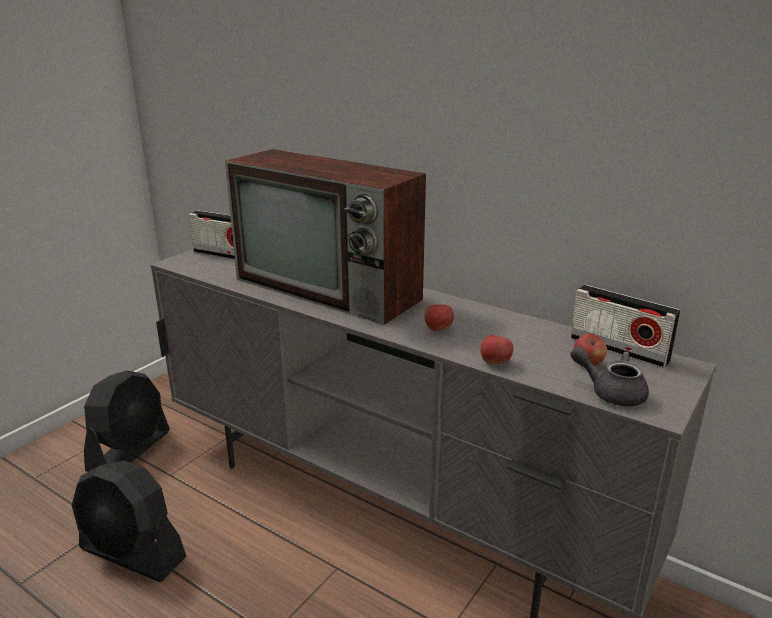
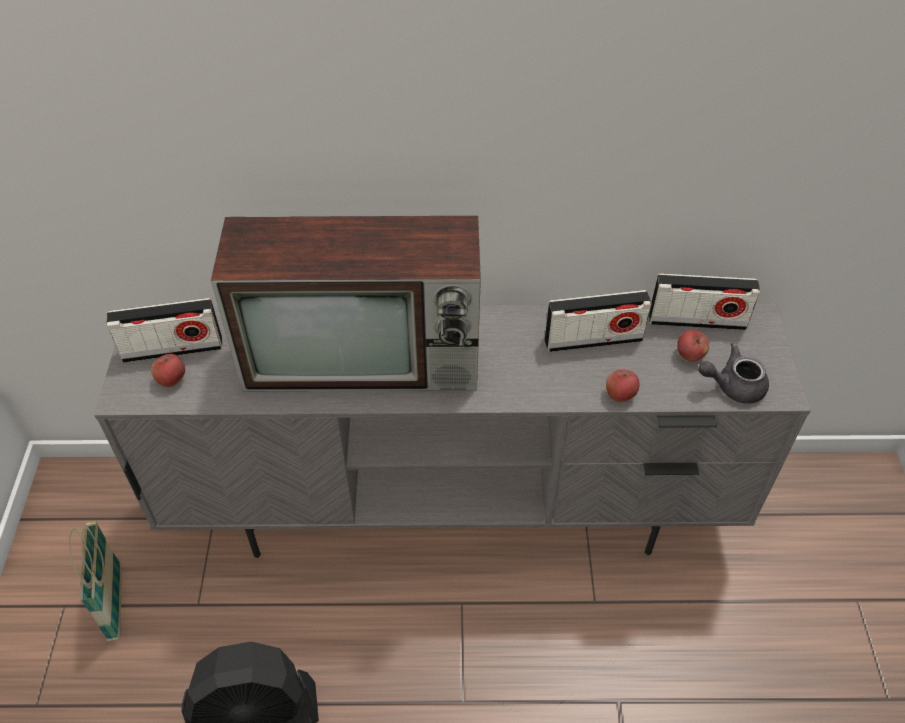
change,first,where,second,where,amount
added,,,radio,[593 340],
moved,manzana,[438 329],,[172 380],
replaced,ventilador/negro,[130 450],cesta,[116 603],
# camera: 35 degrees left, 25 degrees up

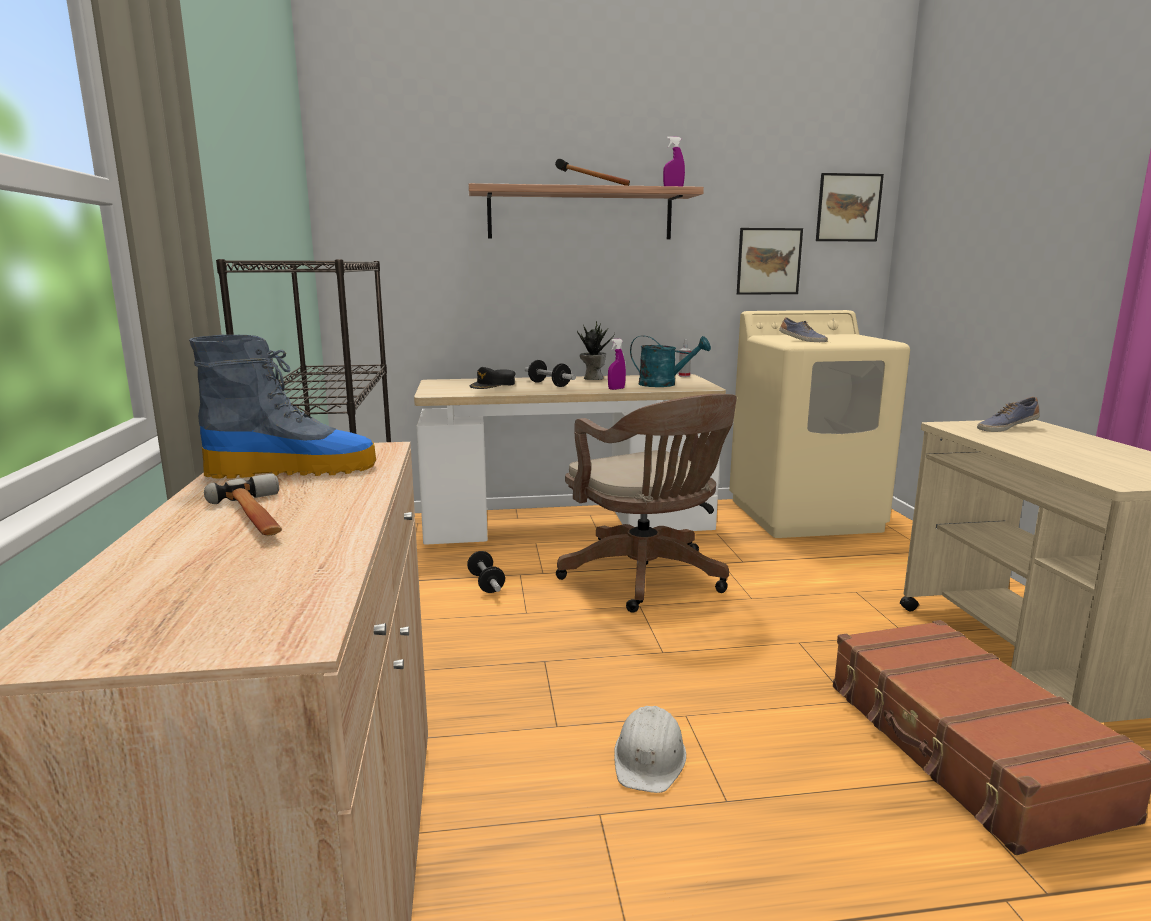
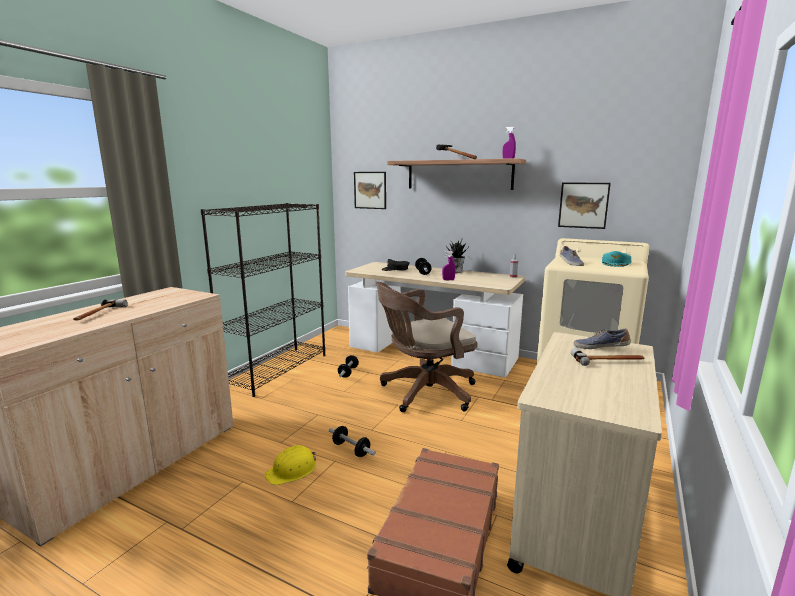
change,first,where,second,where,amount
removed,bota,[294 470],,,
removed,regadera/turquesa,[664 384],,,
added,,,mancuerna,[351 449],
added,,,martillo,[608 361],
added,,,gorra/turquesa,[616 263],
moved,cuadro,[848 207],,[370 190],
recoloured,casco/blanco,[649 758],casco/amarillo,[292 470],
turned,silla de oficina/marrón,[647 578],,[424 393],60 degrees clockwise
# camera: 35 degrees right, 0 degrees up

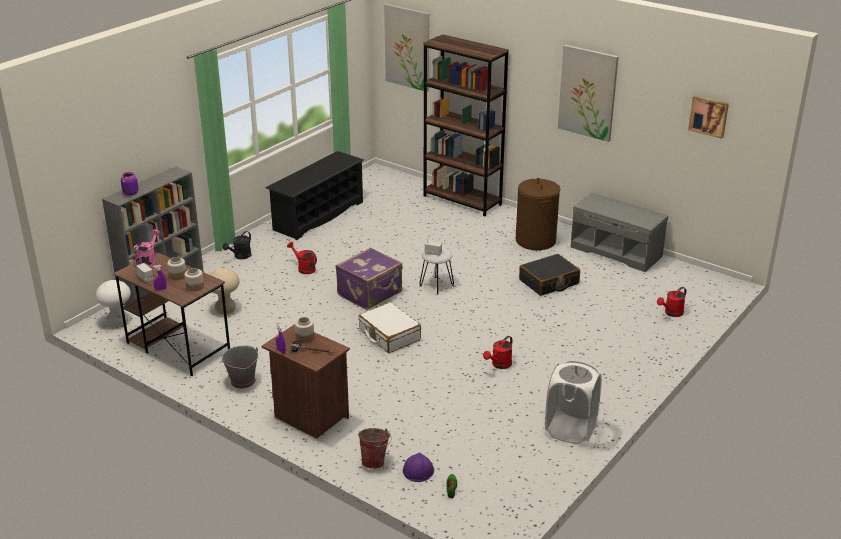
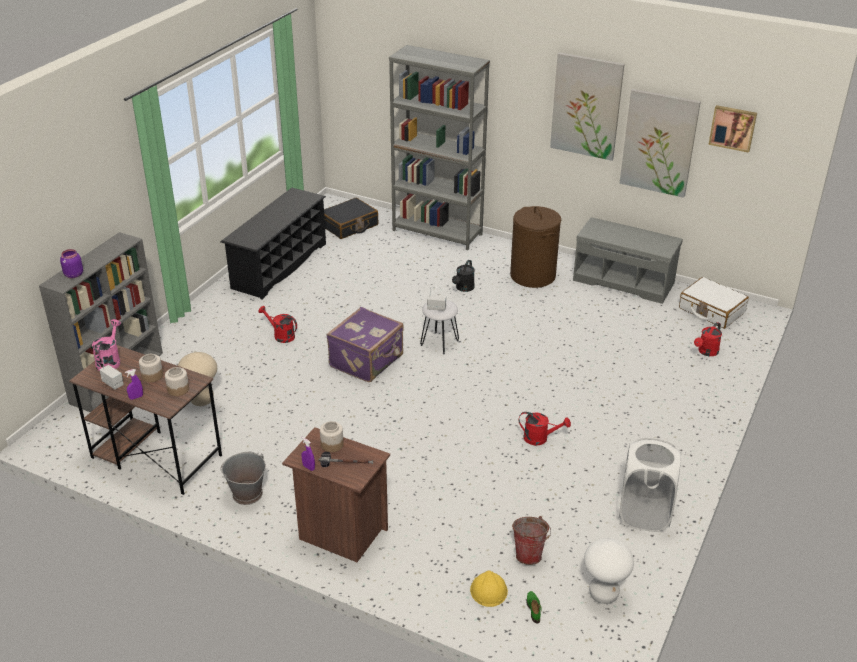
change,first,where,second,where,amount
moved,taburete/blanco,[118 322],,[603 594],
moved,regadera/negro,[240 256],,[463 288],
moved,maleta/blanco,[389 335],,[711 310],
moved,cubo,[375 461],,[529 554],
moved,cuadro,[407 47],,[659 143],
moved,maleta/negro,[549 282],,[349 225],
recoloured,casco/morado,[418 470],casco/amarillo,[488 591],
recoloured,estantería/marrón,[462 200],estantería/gris,[437 232],
turned,regadera/rojo,[499 365],,[540 438],105 degrees counterclockwise
# camera: 10 degrees left, 5 degrees up

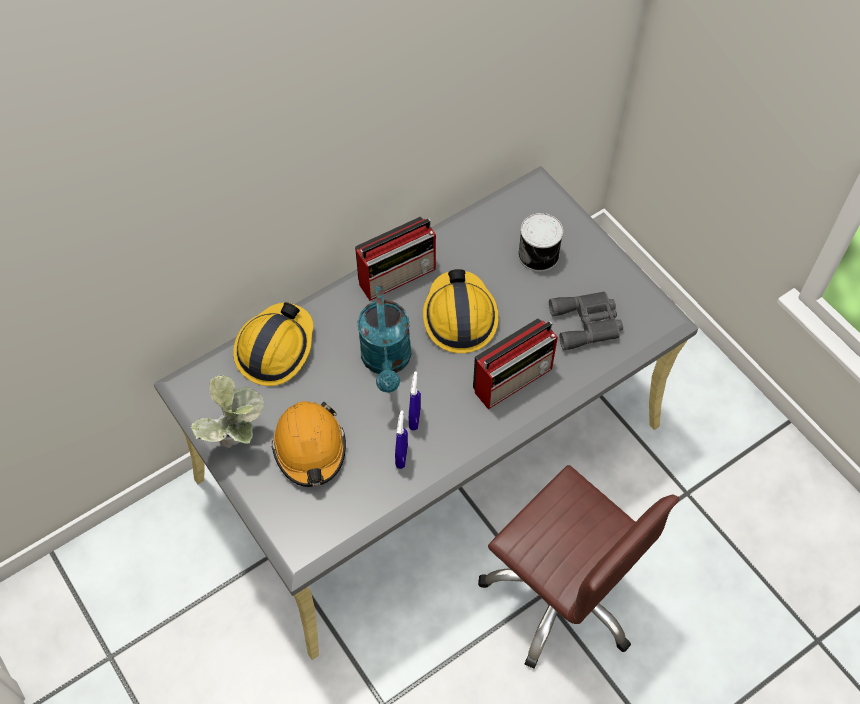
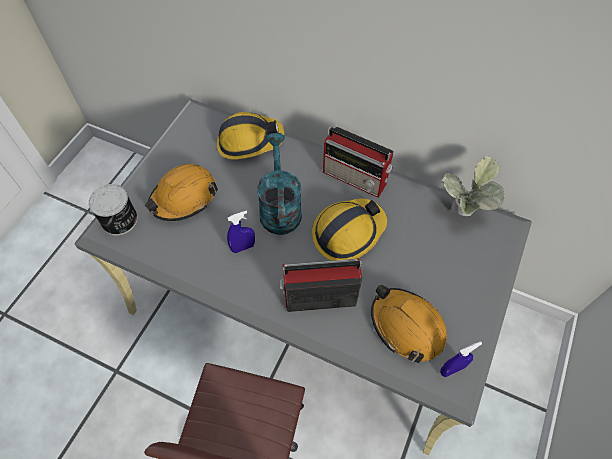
change,first,where,second,where,amount
moved,planta en maceta,[238 441],,[461 215],
moved,pulverizador/azul,[401 456],,[452 369],
moved,lata,[539 254],,[120 220],
replaced,prismáticos/gris,[587 323],casco/naranja,[407 326],
turned,regadera/turquesa,[387 362],,[279 207],120 degrees clockwise
turned,radio,[514 378],,[318 297],150 degrees clockwise
# camera: 60 degrees right, 0 degrees up

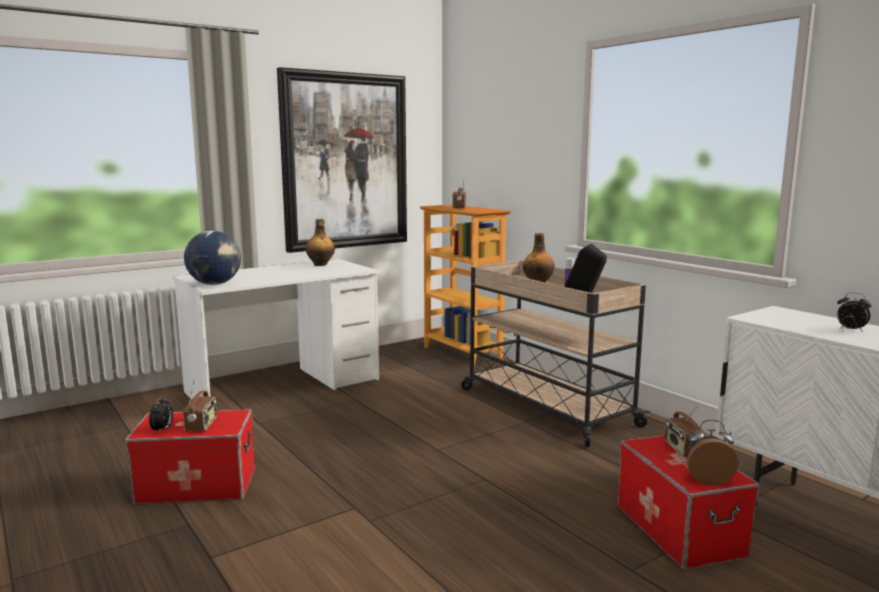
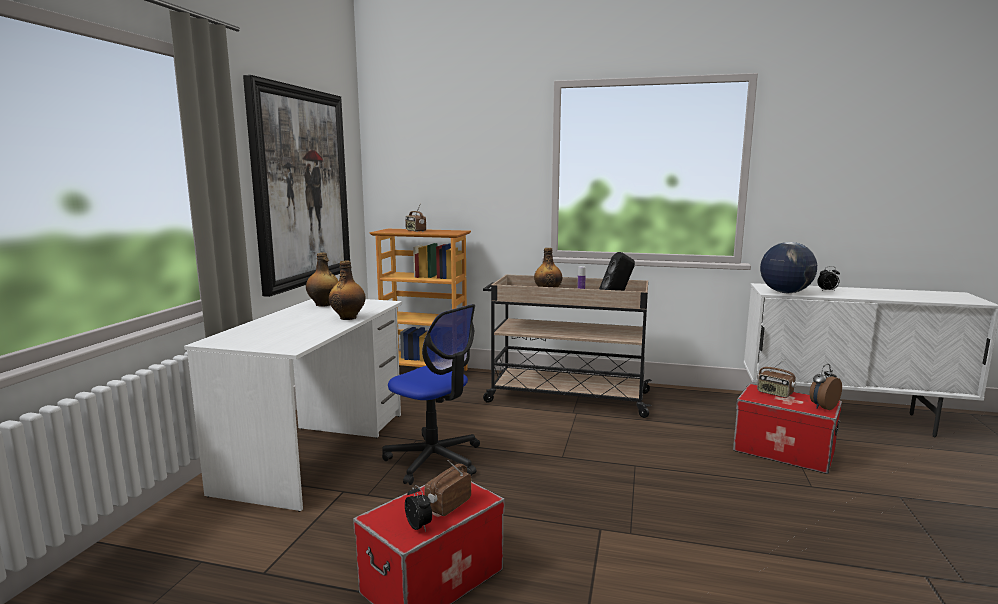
change,first,where,second,where,amount
added,,,botella,[348 317],
added,,,silla de oficina,[434 460],
moved,globo terráqueo,[215 284],,[785 292],
turned,radio,[202 425],,[447 505],105 degrees counterclockwise
# camera: 40 degrees left, 0 degrees up

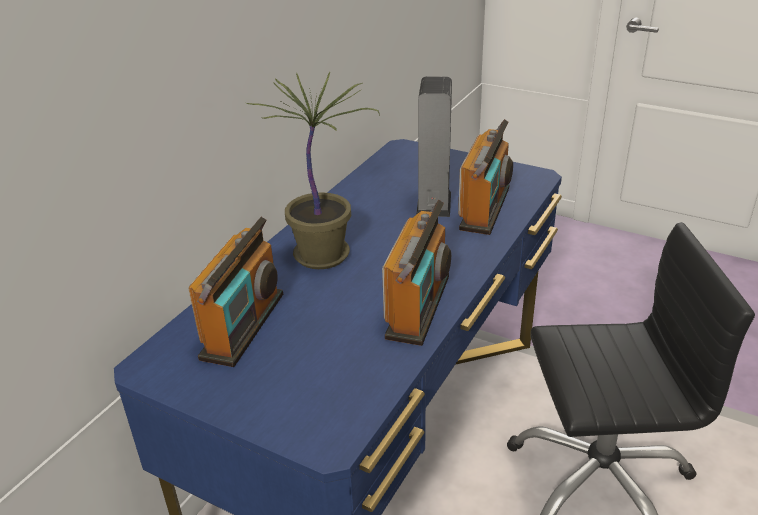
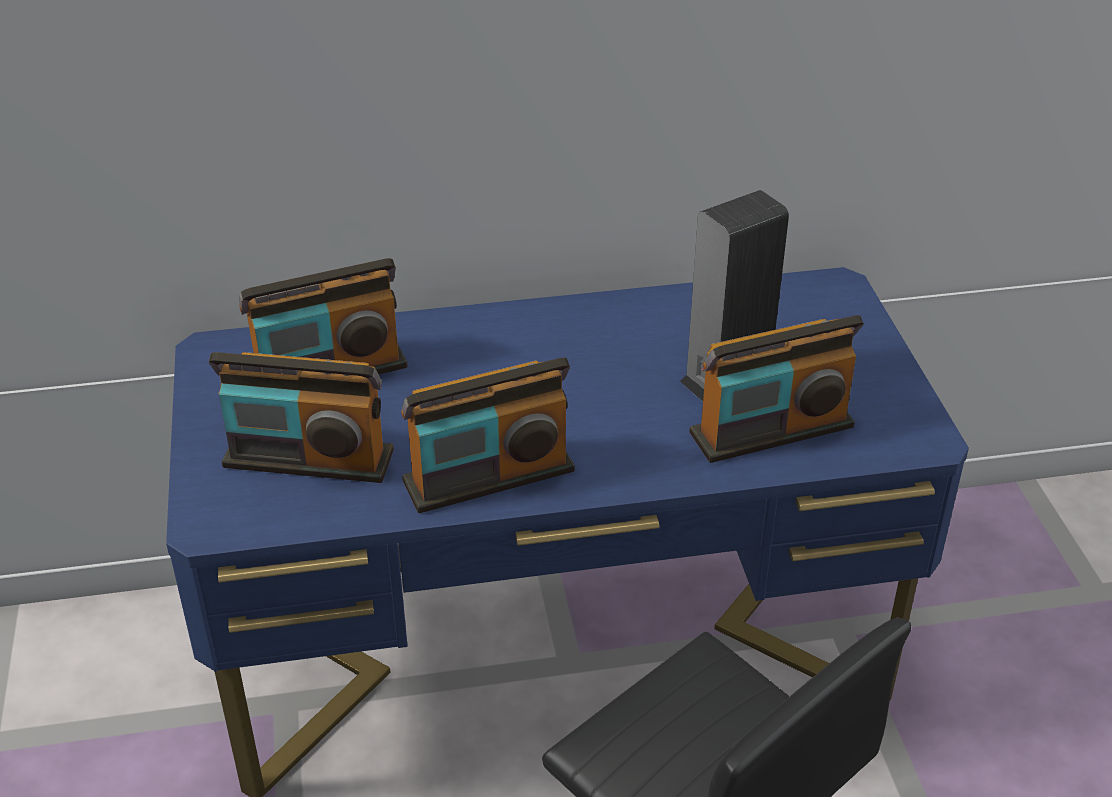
change,first,where,second,where,amount
removed,planta en maceta,[324 255],,,
added,,,radio,[308 459],
# camera: 50 degrees right, 5 degrees up

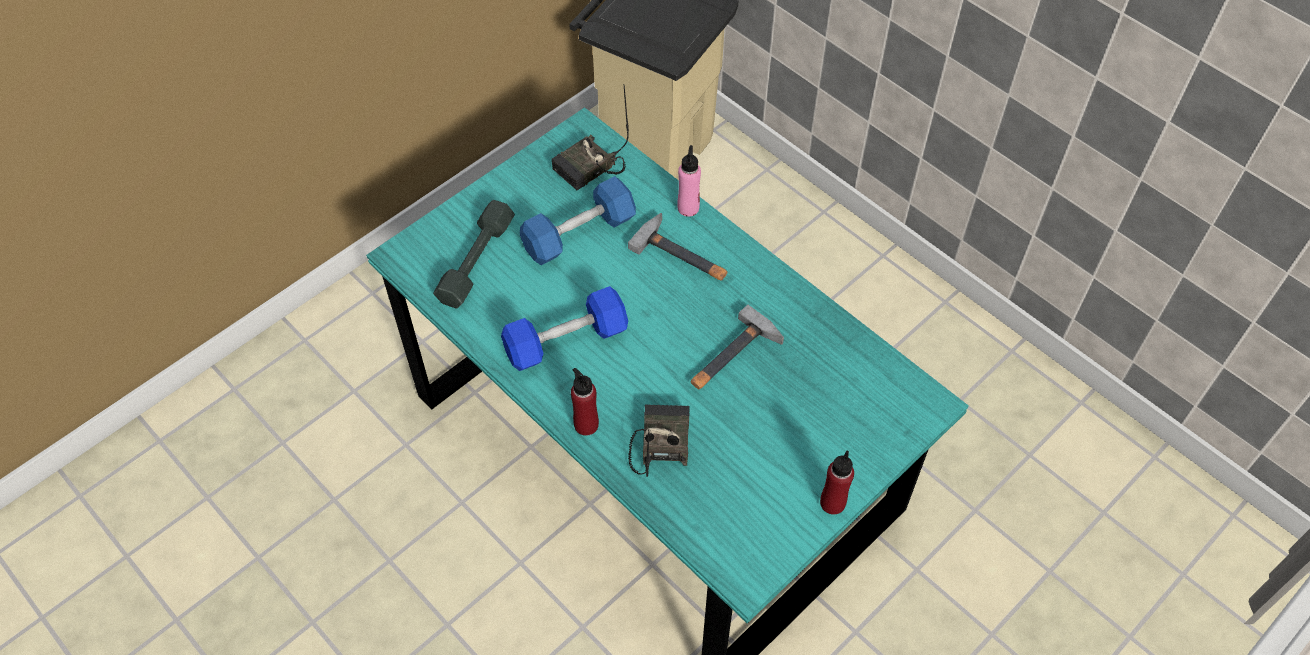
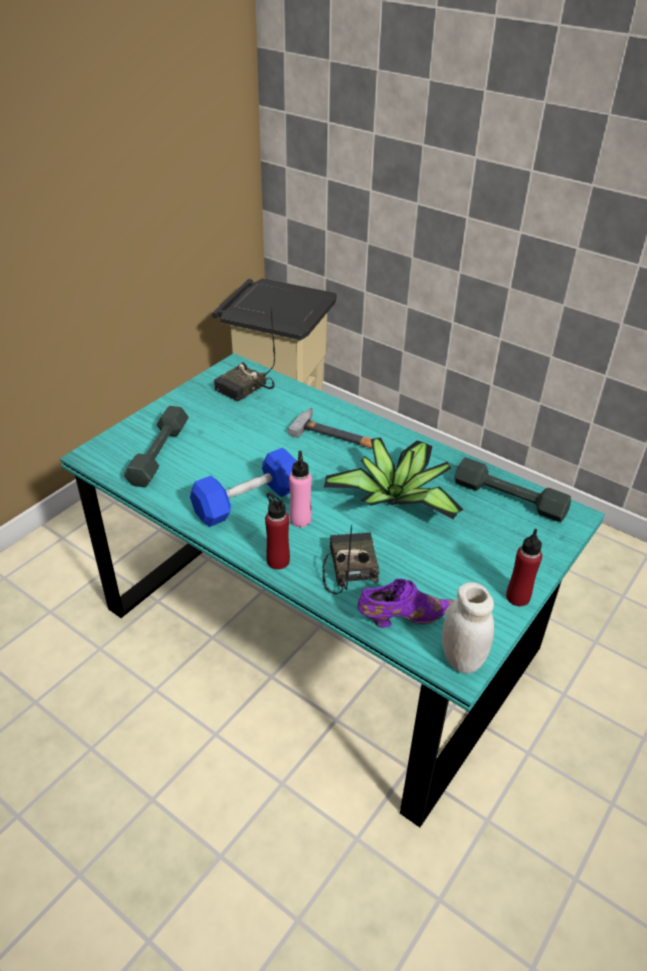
change,first,where,second,where,amount
removed,mancuerna/azul,[579 234],,,
added,,,zapato/morado,[400 617],
added,,,tarro/blanco,[461 659],
added,,,mancuerna/gris,[509 498],
moved,botella/rosa,[688 208],,[300 519],
replaced,martillo,[732 357],planta en maceta,[395 499],
# camera: 10 degrees left, 15 degrees down

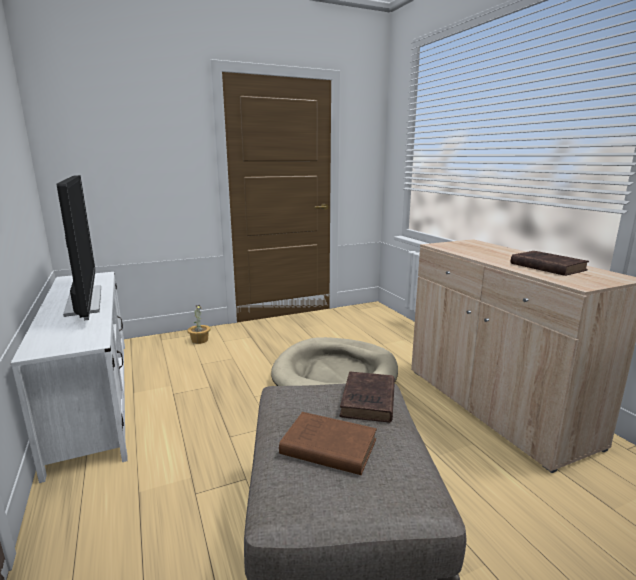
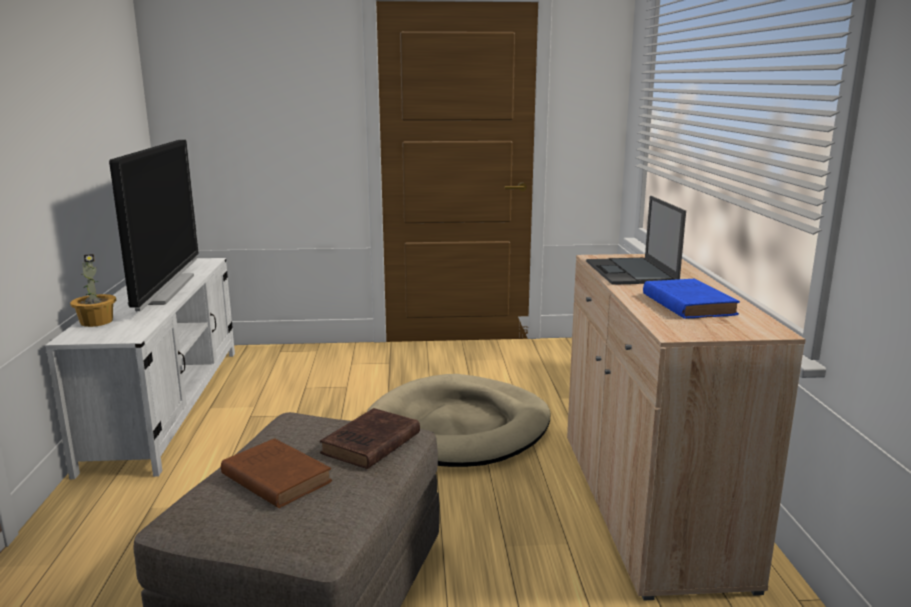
change,first,where,second,where,amount
added,,,portátil,[631 272],
moved,planta en maceta,[199 340],,[96 321],
recoloured,libro/marrón,[545 266],libro/azul,[687 303],
# camera: 20 degrees right, 0 degrees up

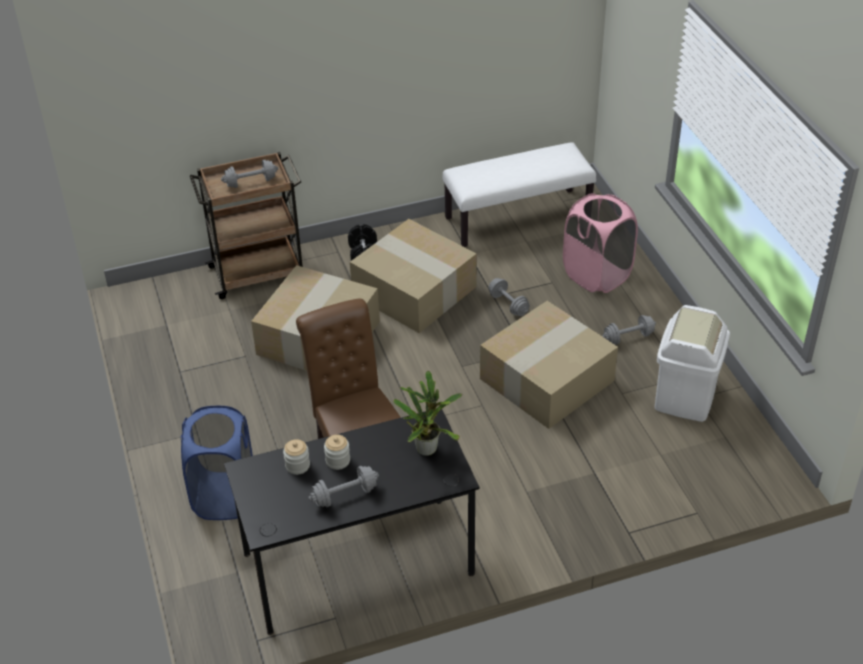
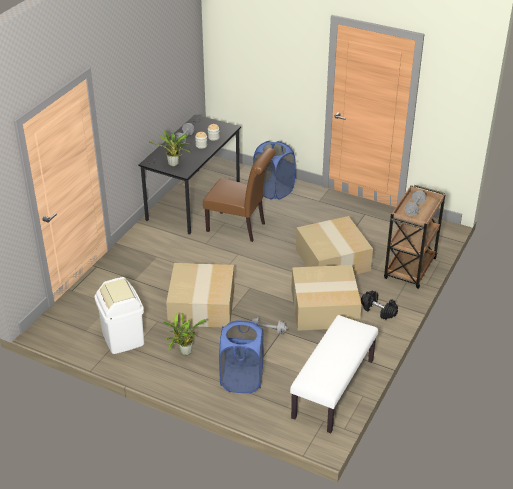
change,first,where,second,where,amount
replaced,mancuerna/gris,[628 337],planta en maceta,[184 352],
recoloured,cesto de la ropa/rosa,[597 275],cesto de la ropa/azul,[241 380],
# camera: 135 degrees right, 5 degrees down

